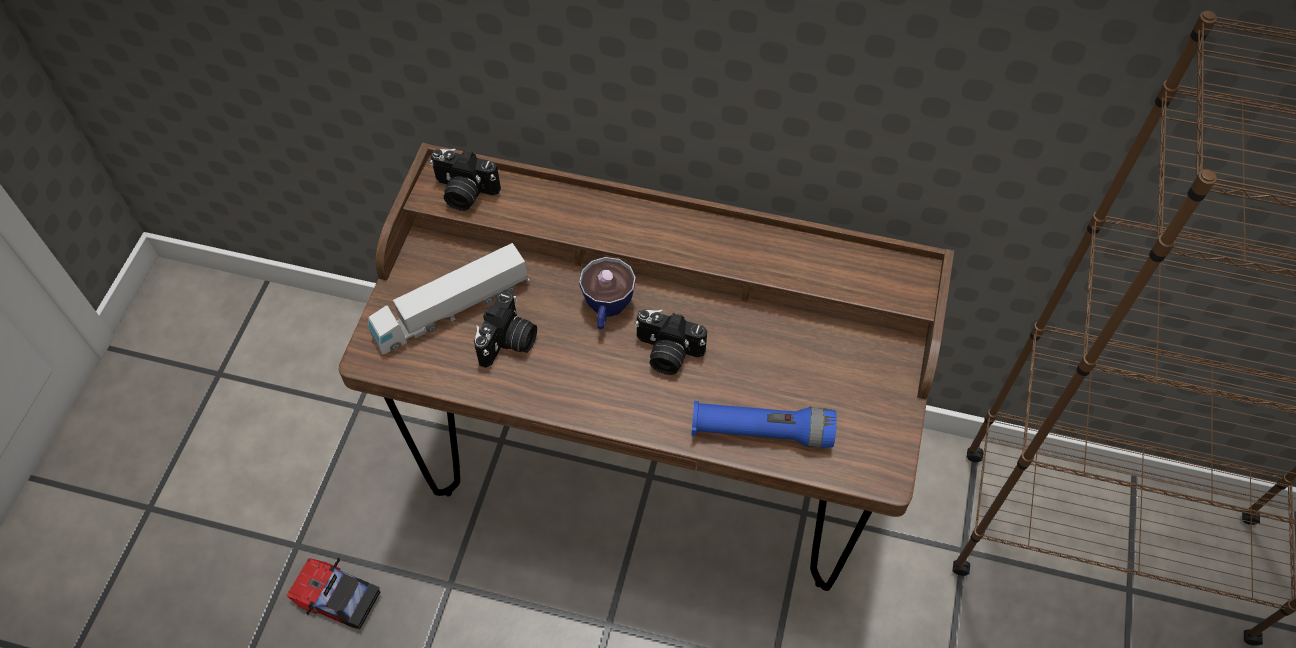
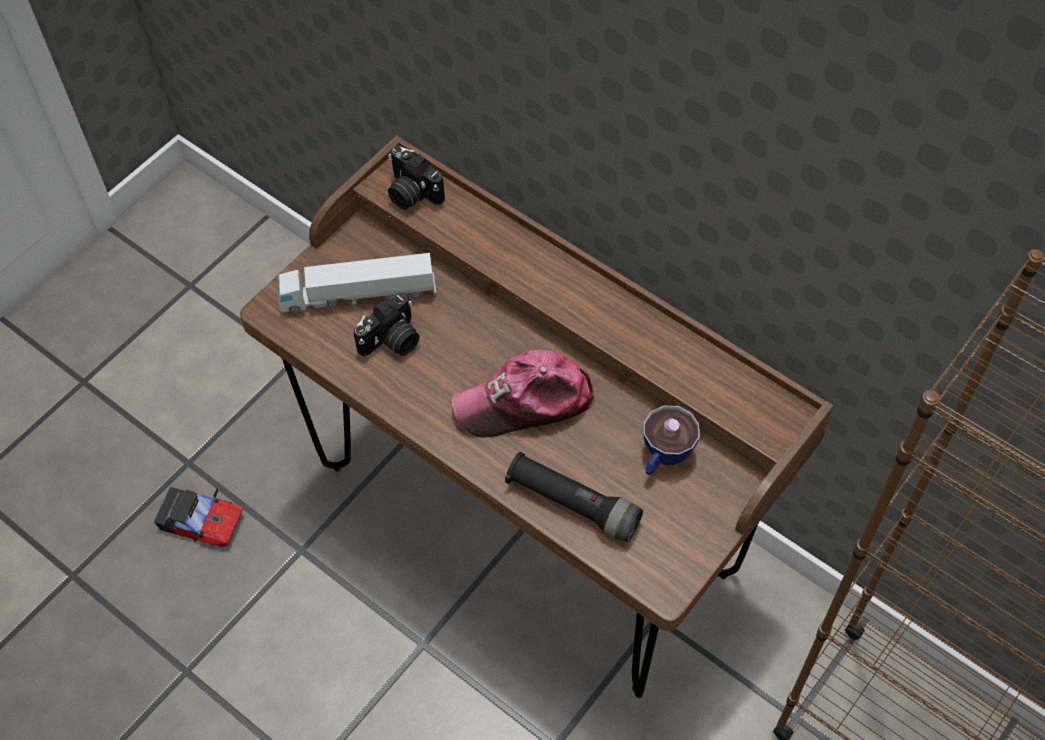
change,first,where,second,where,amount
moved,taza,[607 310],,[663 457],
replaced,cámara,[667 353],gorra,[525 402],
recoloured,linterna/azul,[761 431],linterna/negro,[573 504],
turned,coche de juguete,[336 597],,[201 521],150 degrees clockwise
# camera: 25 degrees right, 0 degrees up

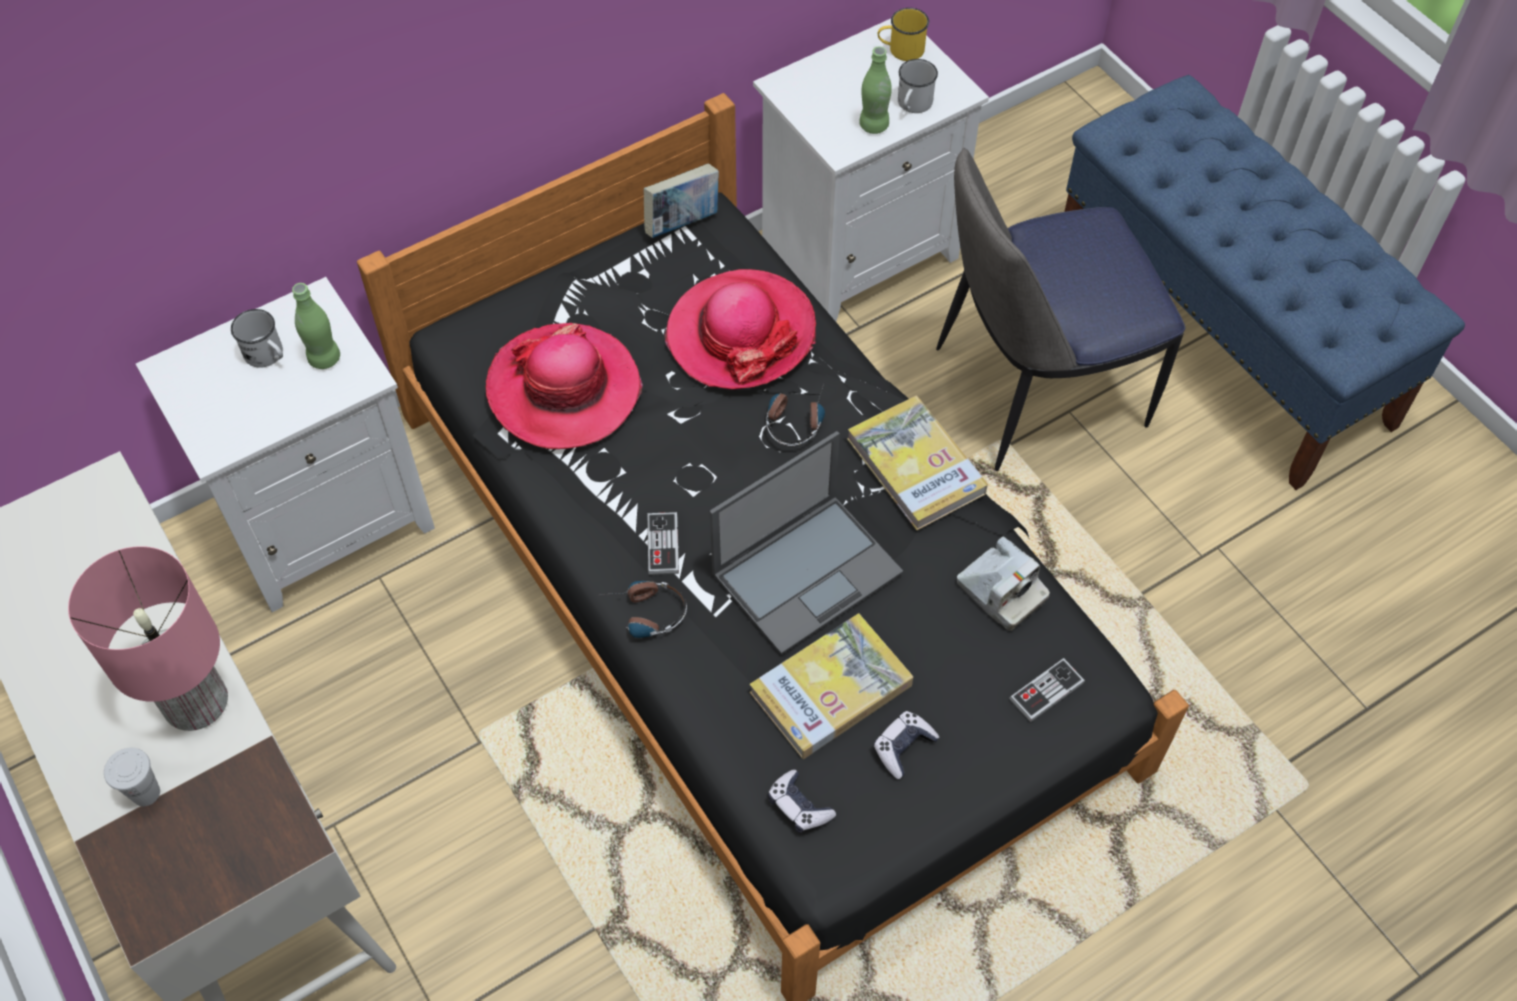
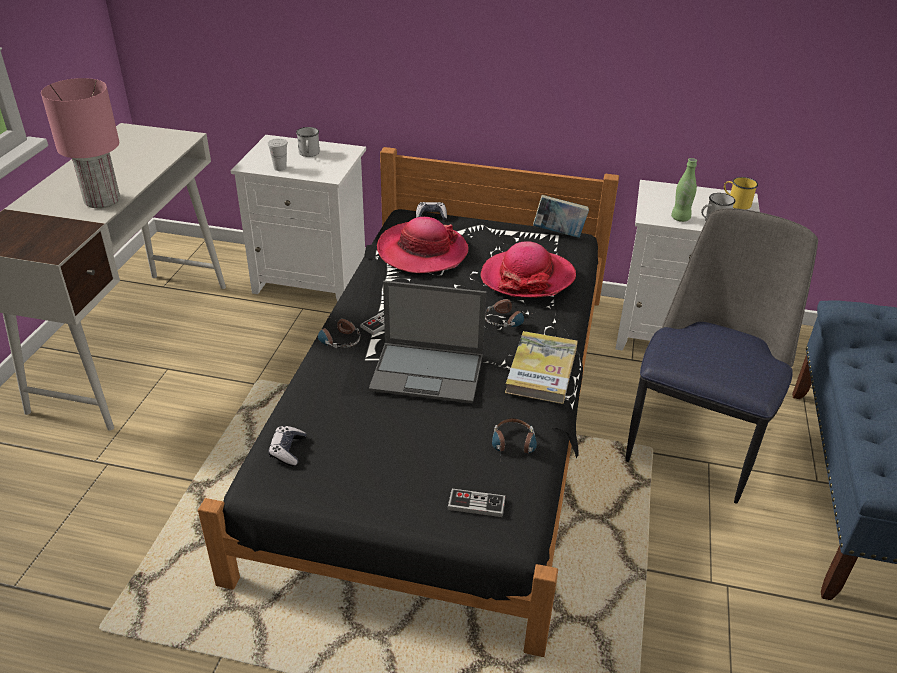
change,first,where,second,where,amount
removed,botella/verde,[324 358],,,
removed,libro,[831 689],,,
moved,taza/blanco,[146 793],,[280 168],
moved,mando de consola,[903 747],,[431 216],
replaced,cámara,[1000 592],auriculares,[513 448],
turned,silla,[1033 390],,[698 440],90 degrees clockwise
# camera: 45 degrees right, 20 degrees down

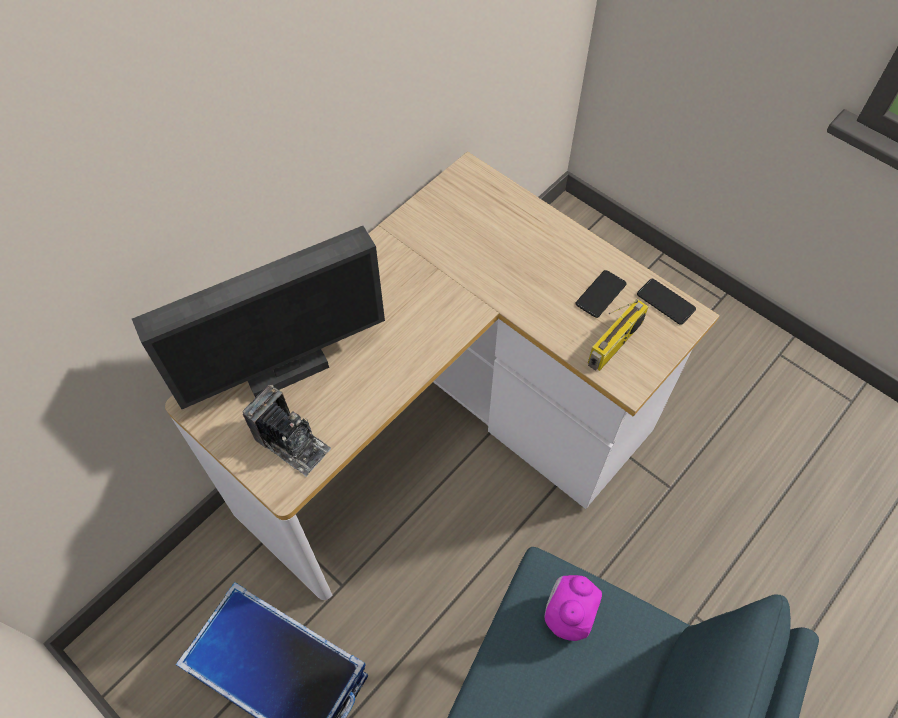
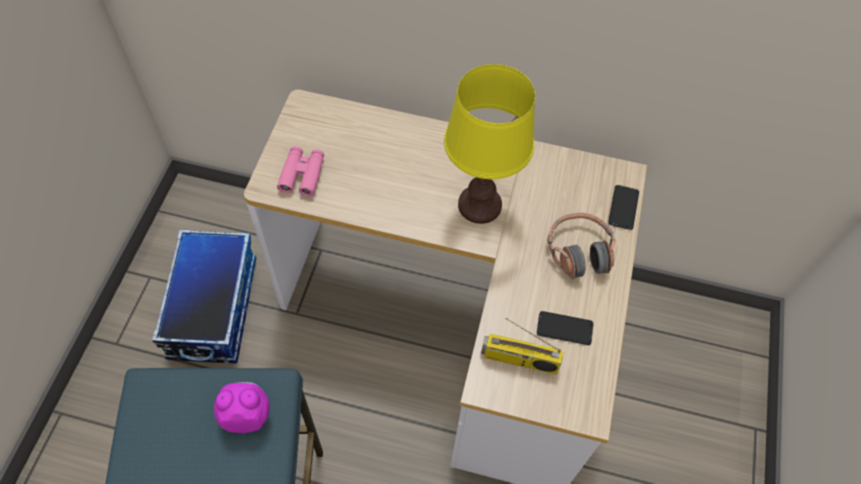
change,first,where,second,where,amount
removed,monitor,[286 371],,,
added,,,lámpara de mesa/amarillo,[479 204],
added,,,auriculares,[579 251],
moved,móvil,[665 302],,[623 207],
replaced,cámara,[292 443],prismáticos/rosa,[302 175],
# camera: 60 degrees right, 0 degrees up

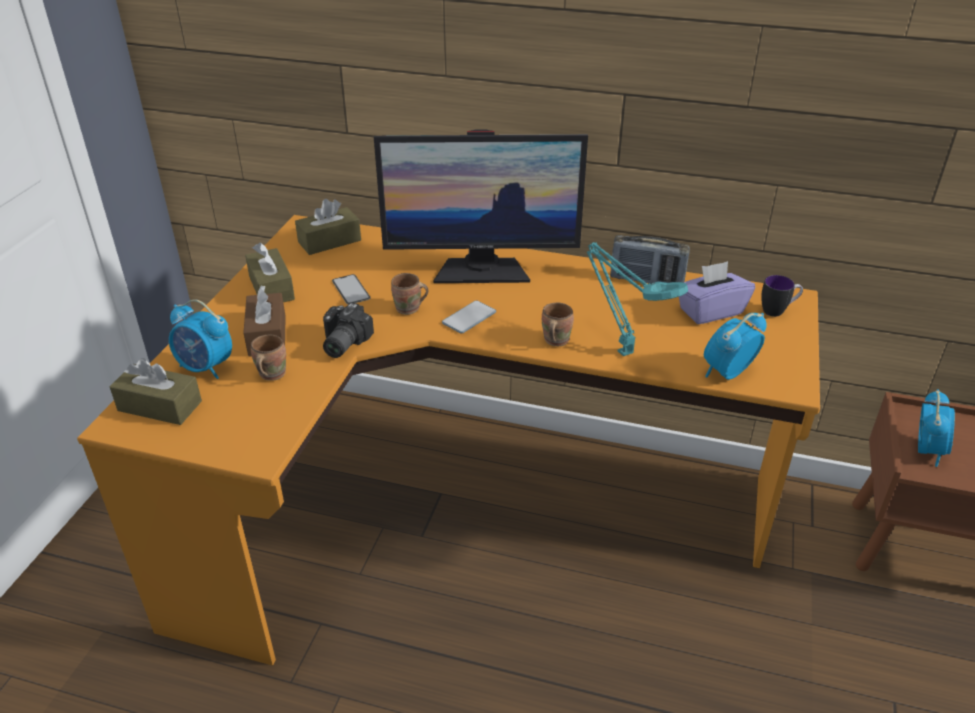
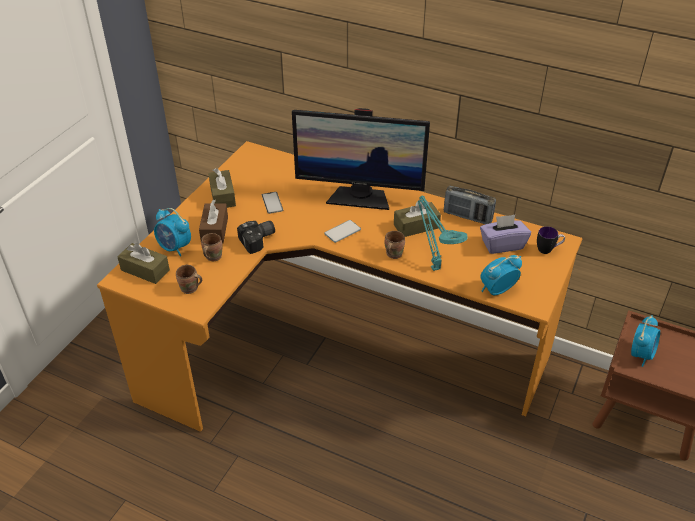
change,first,where,second,where,amount
moved,caja de pañuelos/marrón,[329 241],,[416 226],
moved,taza grande/marrón,[409 309],,[190 289],
turned,cámara,[341 343],,[259 241],150 degrees counterclockwise
# camera: 10 degrees right, 5 degrees up

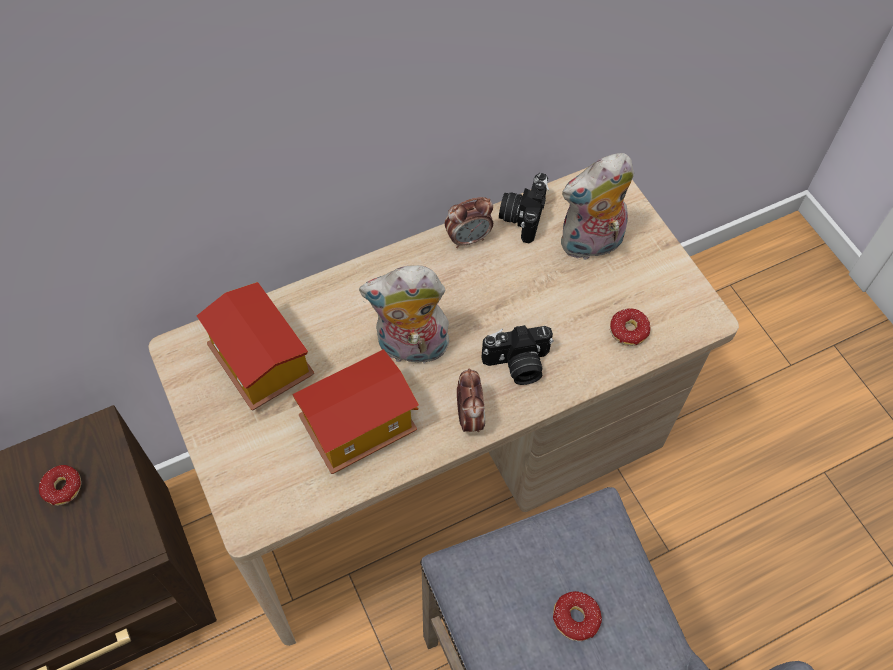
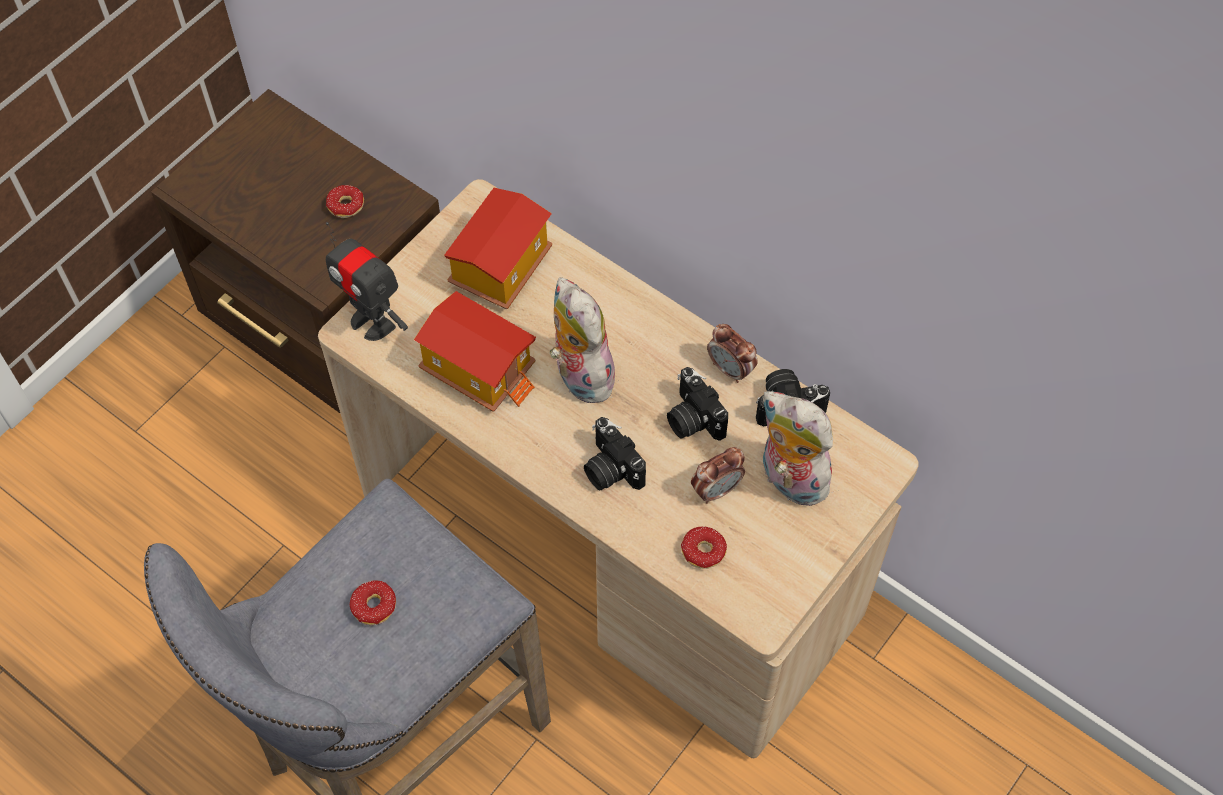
change,first,where,second,where,amount
added,,,robot de juguete,[372 322],
added,,,cámara,[692 419],
moved,despertador,[469 417],,[716 490],
# camera: 65 degrees right, 0 degrees up

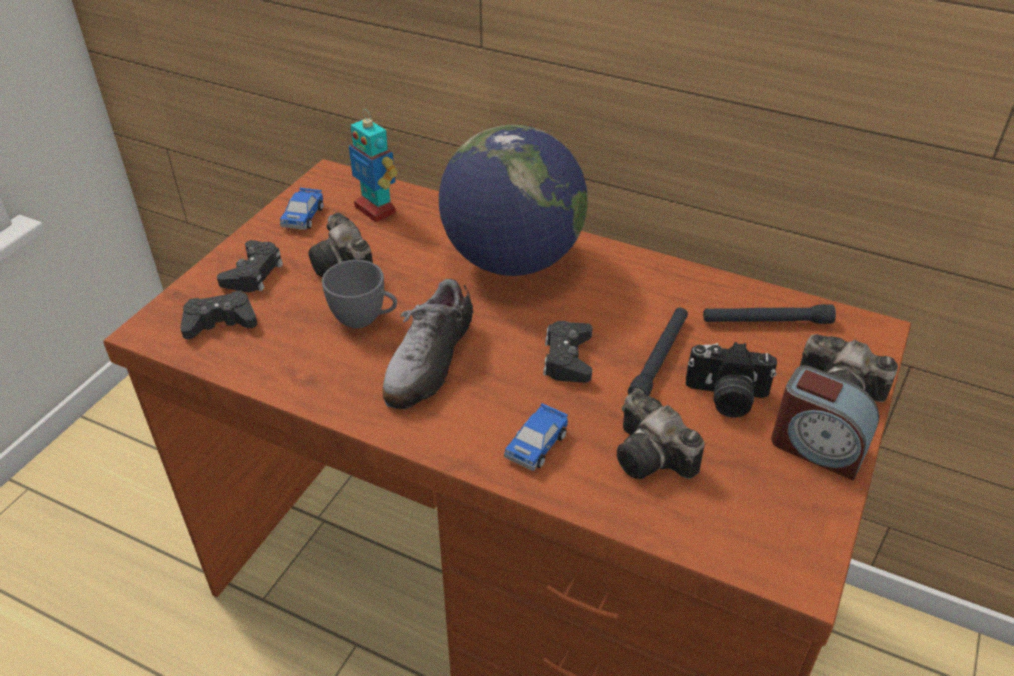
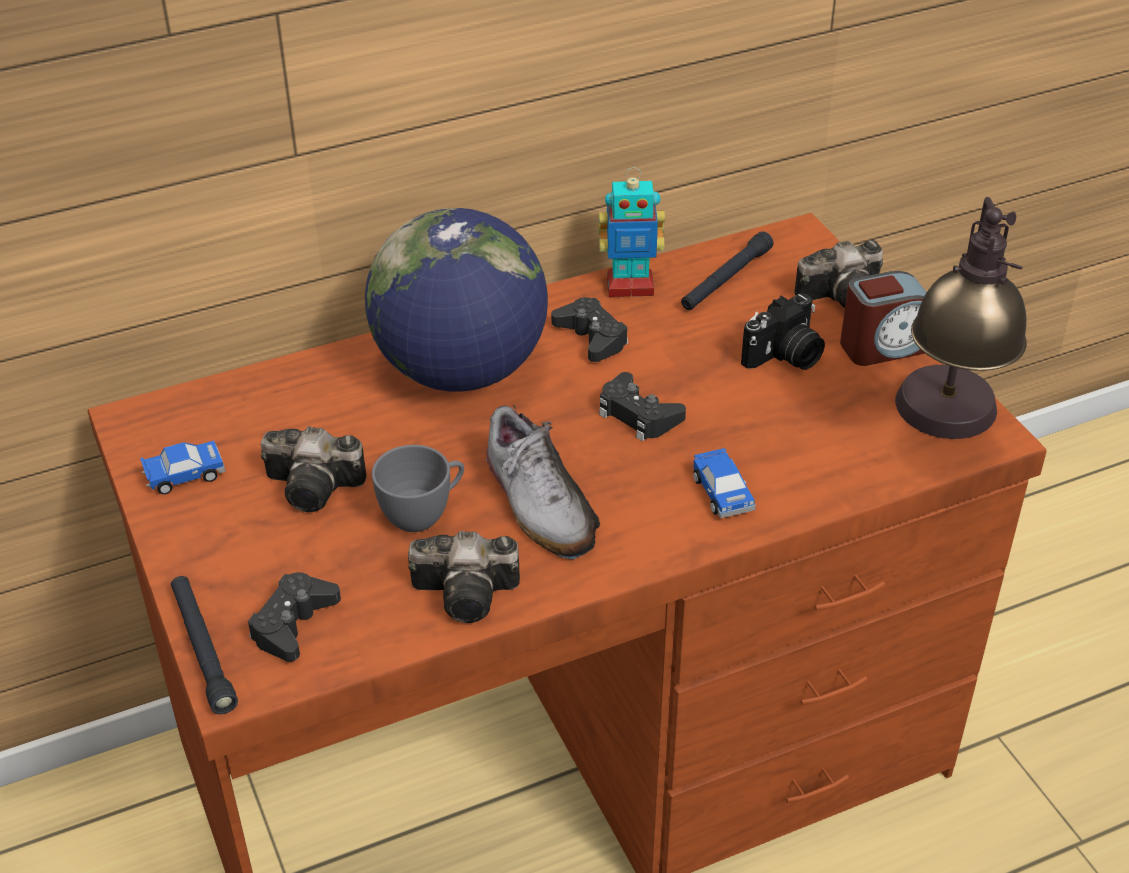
change,first,where,second,where,amount
added,,,lámpara de mesa,[945 432],
moved,mando de consola/negro,[253 273],,[591 337],
moved,robot de juguete,[376 209],,[630 286],
moved,cámara,[654 458],,[471 593],
moved,linterna/negro,[659 358],,[203 649],
turned,coche de juguete,[303 216],,[184 475],75 degrees counterclockwise
# camera: 50 degrees left, 0 degrees up

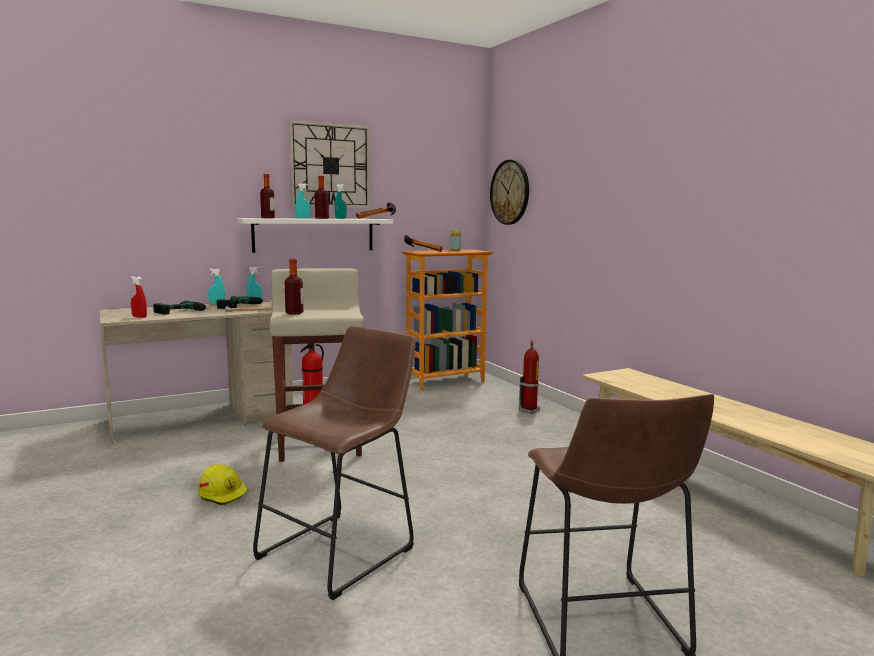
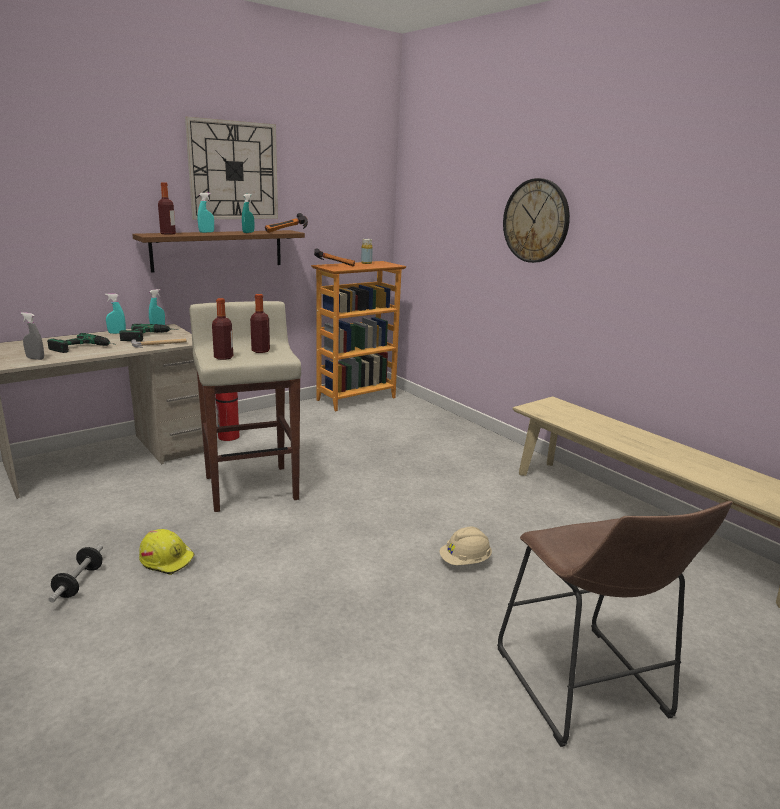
change,first,where,second,where,amount
removed,taburete/marrón,[343 549],,,
removed,extintor,[529 410],,,
added,,,mancuerna,[79 582],
added,,,casco/beis,[465 561],
moved,botella,[322 218],,[260 351],
moved,reloj de pared,[510 192],,[536 221],
recoloured,pulverizador/rojo,[139 317],pulverizador/gris,[35 358],
recoloured,estante/blanco,[314 235],estante/marrón,[218 250],
# camera: 10 degrees left, 10 degrees up

